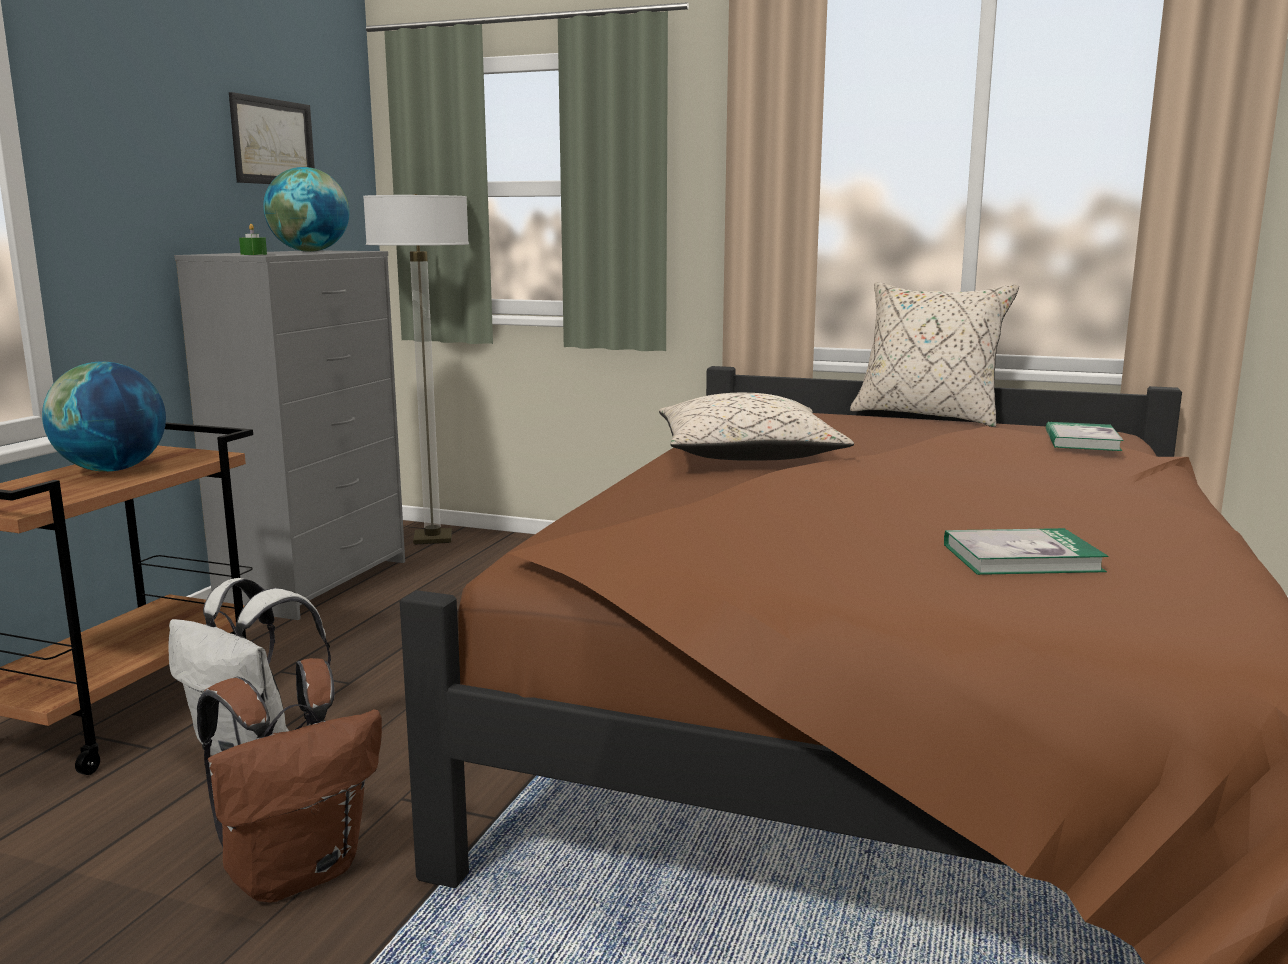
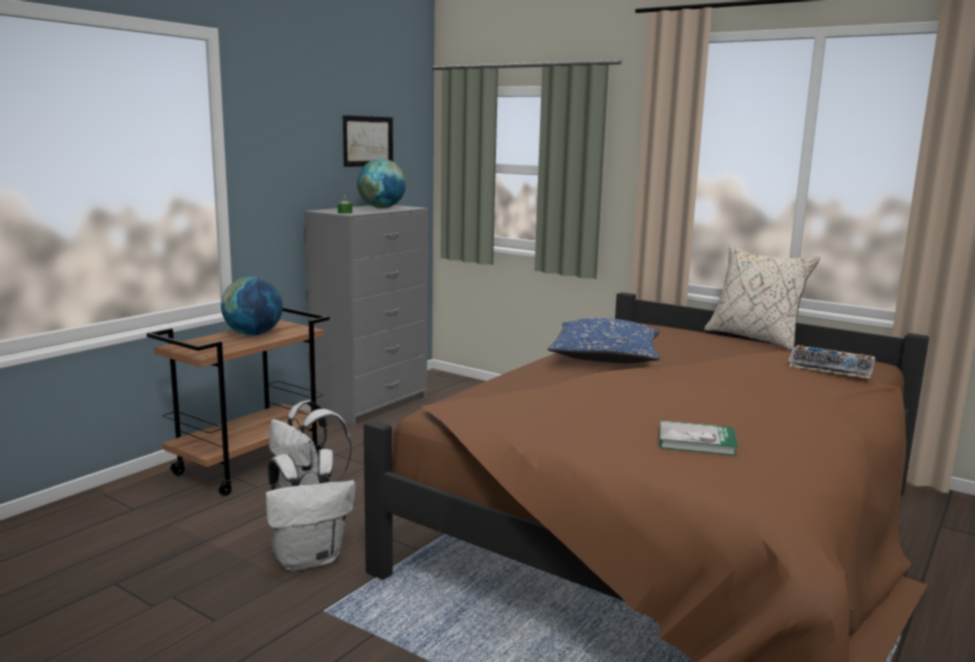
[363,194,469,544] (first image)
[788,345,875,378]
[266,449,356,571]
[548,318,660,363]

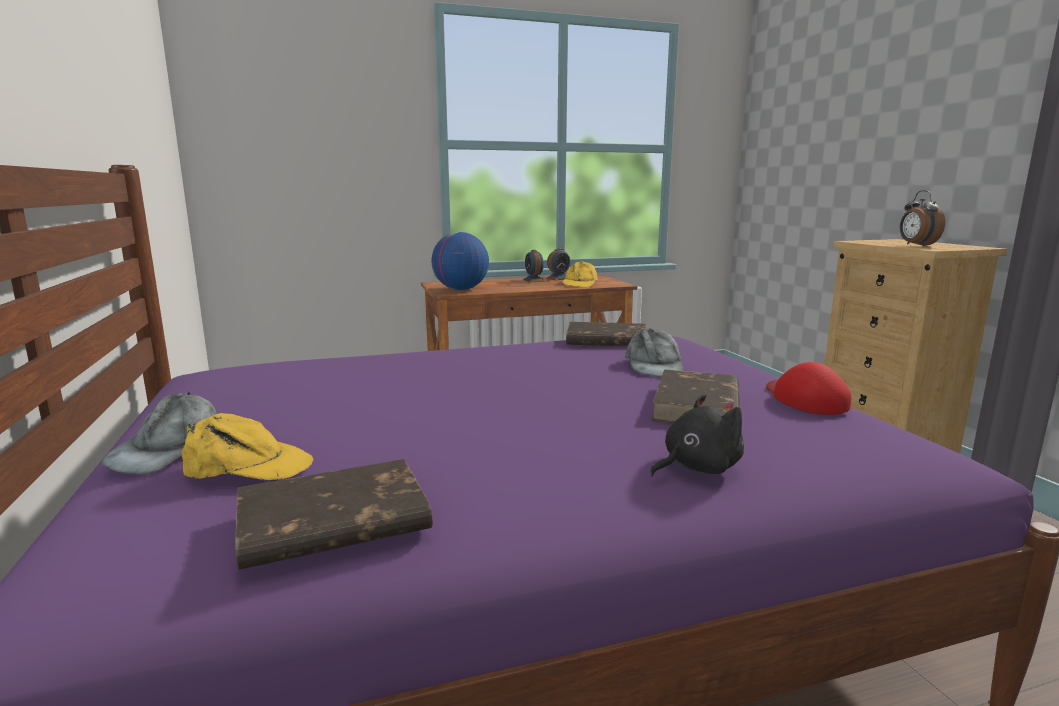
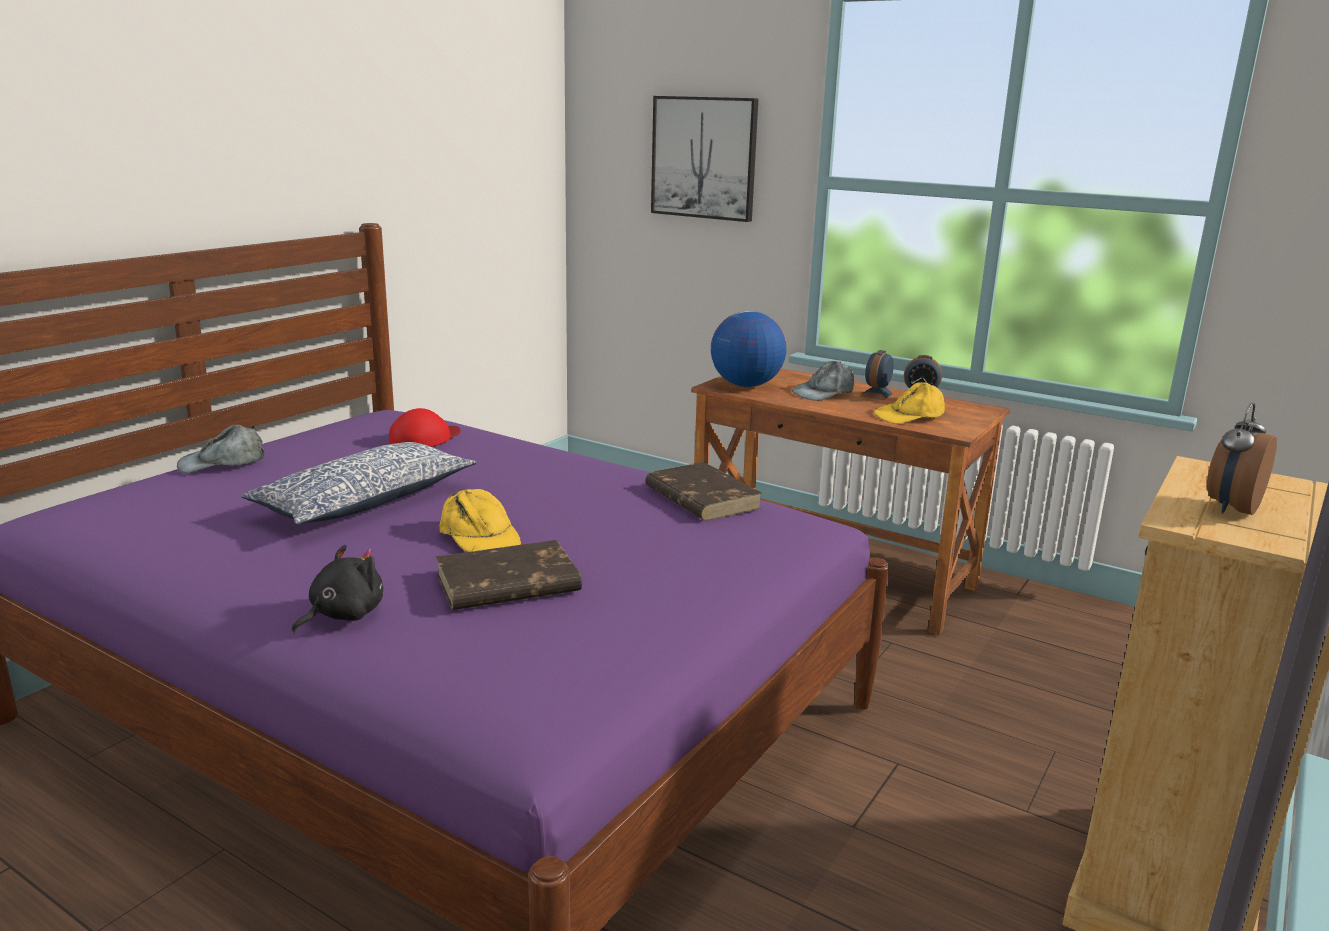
[235,459,433,570] (first image)
[241,442,476,525]
[651,96,759,222]
[439,489,521,552]
[792,361,854,401]
[389,408,461,447]
[291,545,383,634]

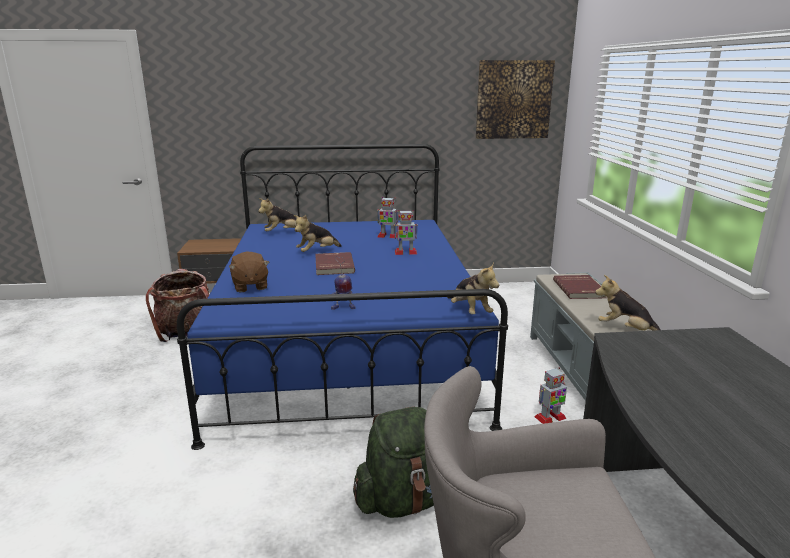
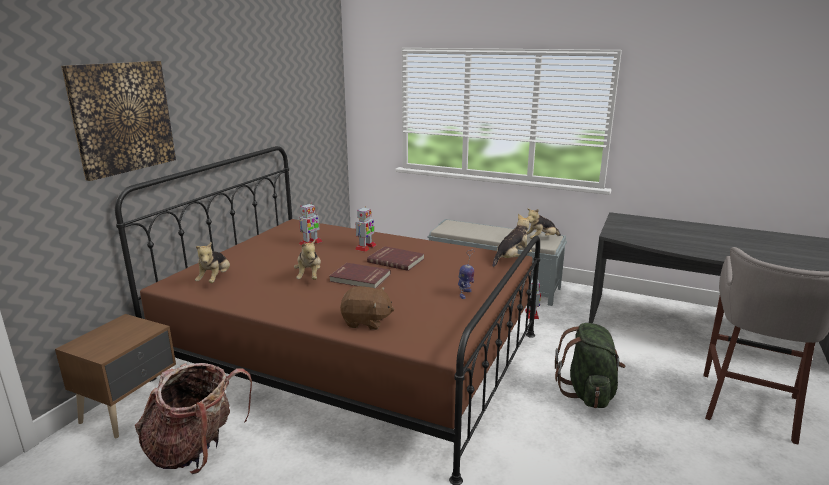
[61,61,176,181]
[367,246,424,271]
[115,146,540,485]
[492,214,532,267]

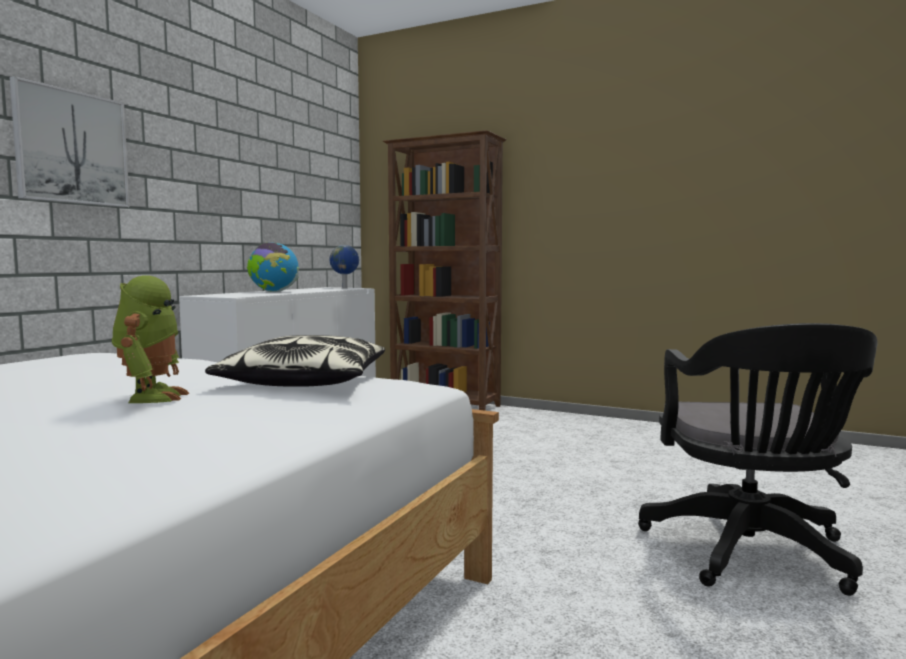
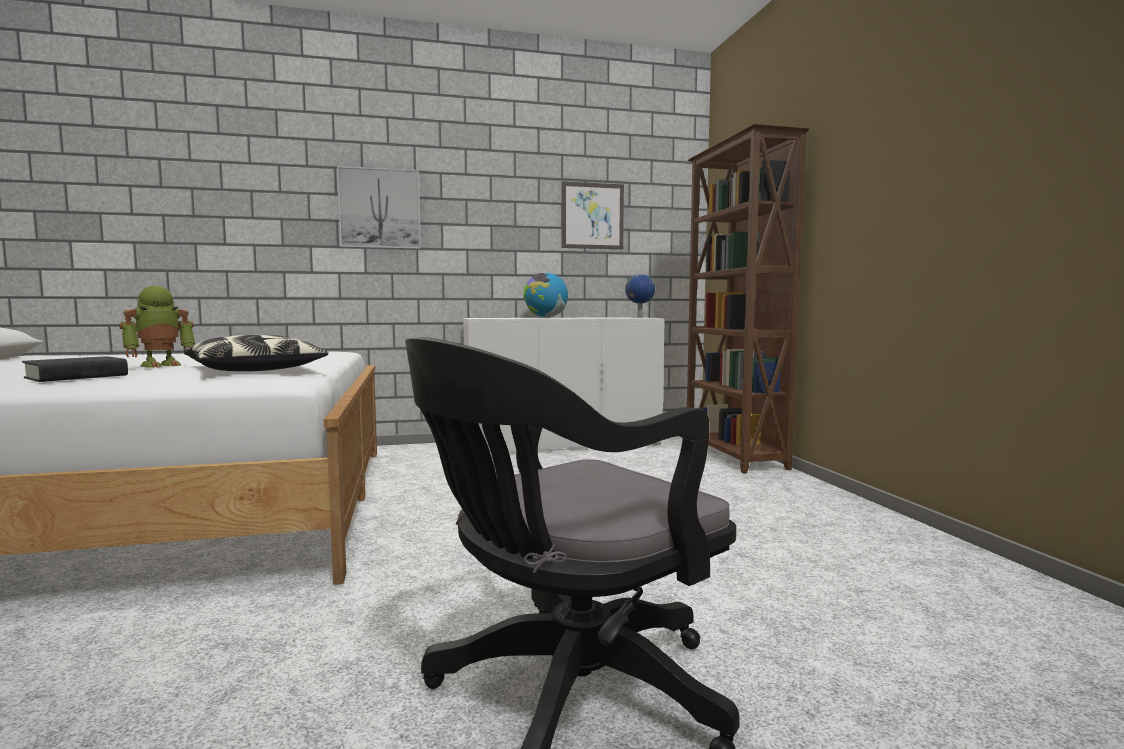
[22,356,128,382]
[562,181,624,249]

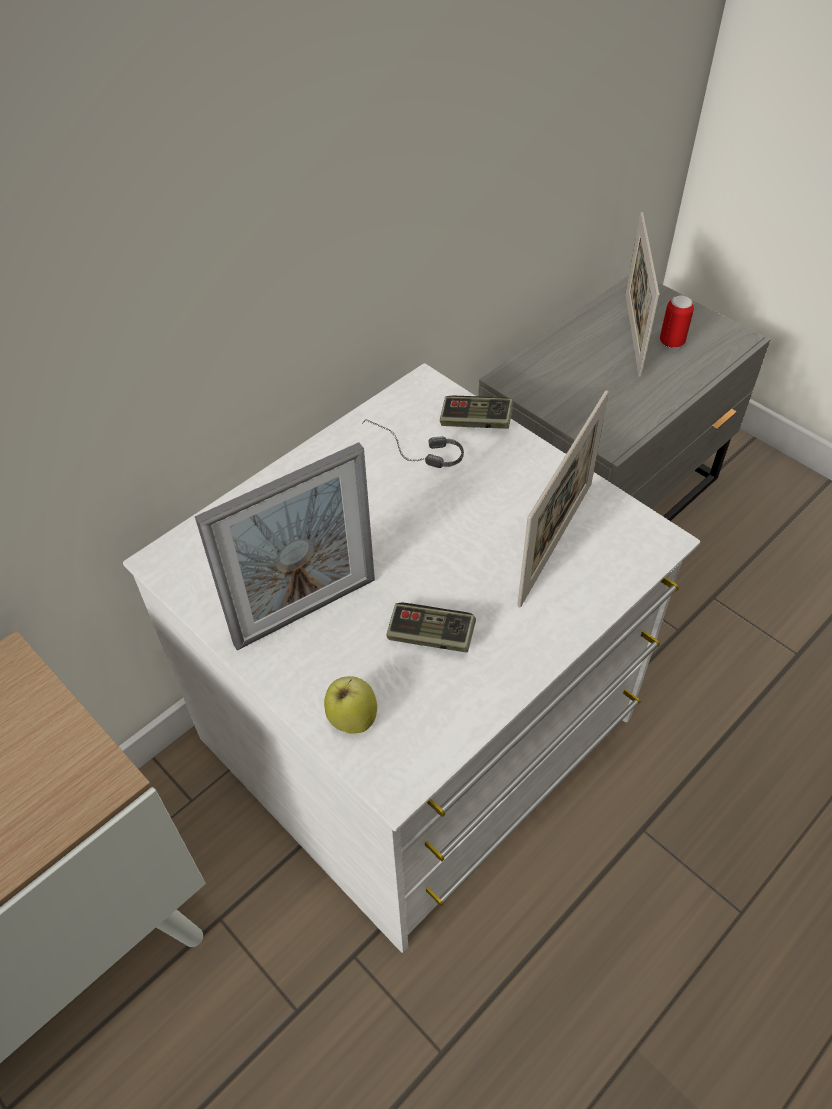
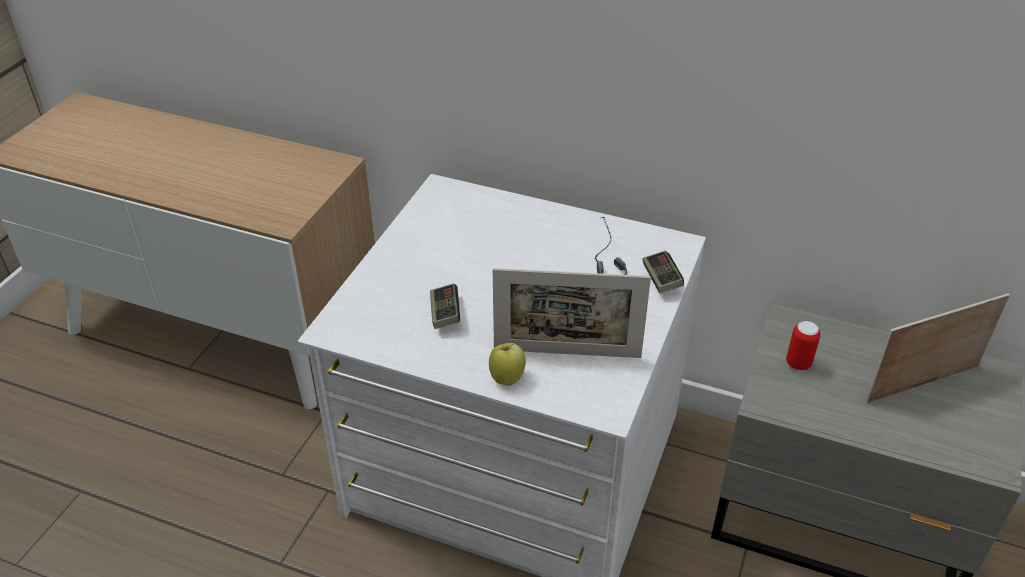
[195,442,375,651] (first image)
[489,343,526,386]
[786,321,821,370]

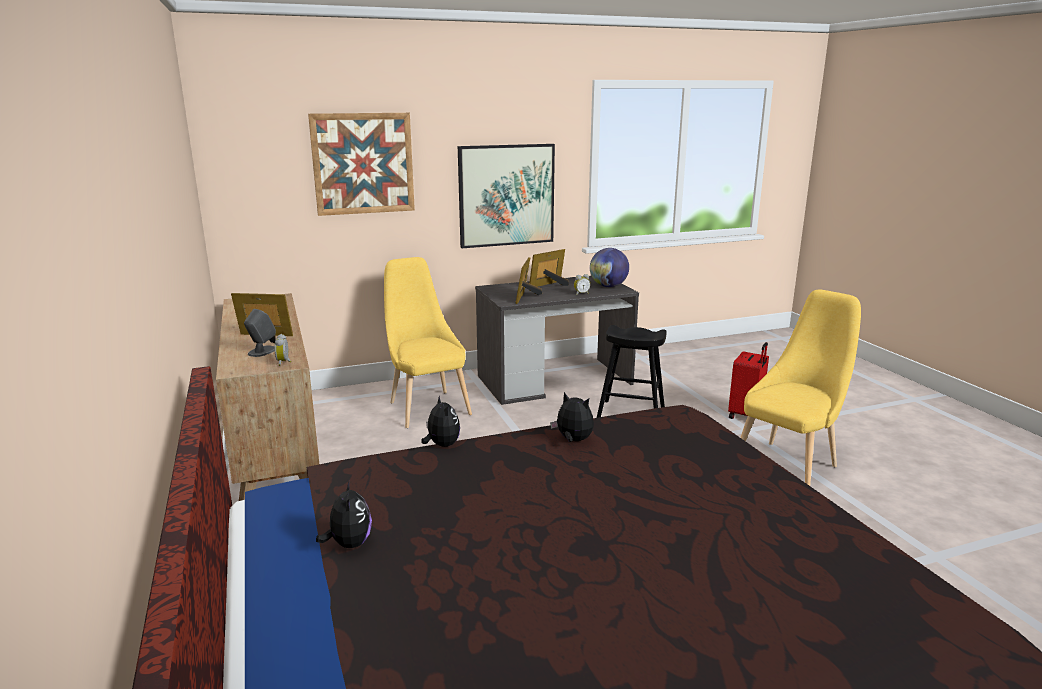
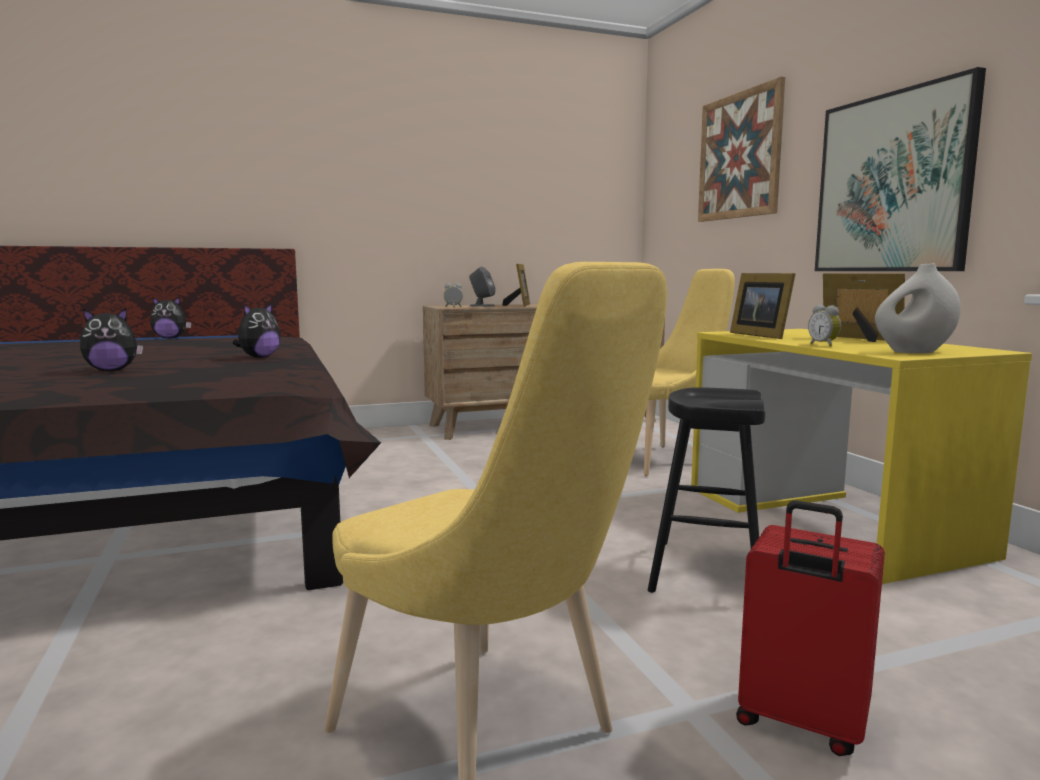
[80,308,143,371]
[875,263,960,353]
[691,329,1032,584]
[730,273,795,339]

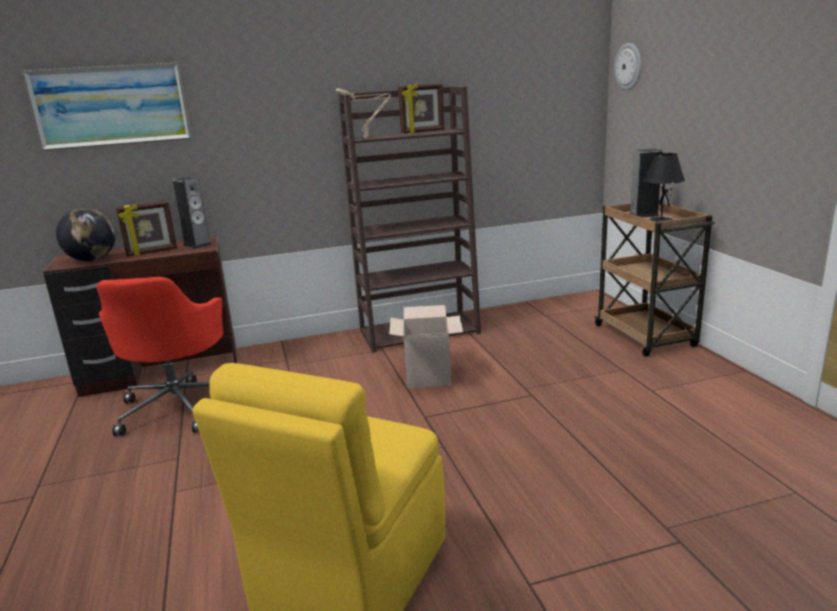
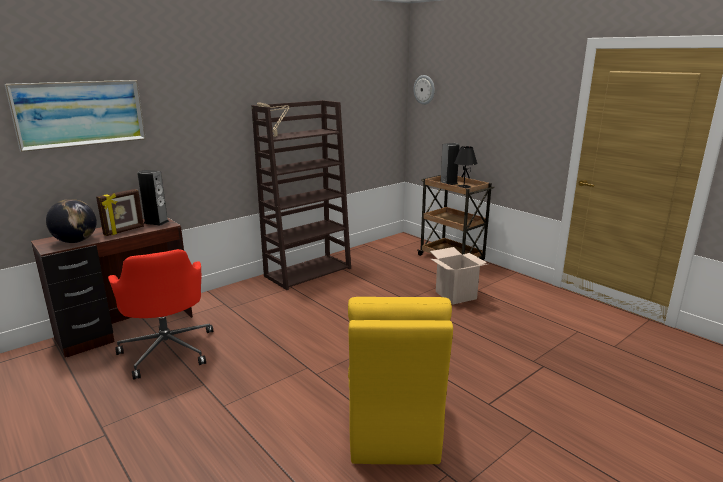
[398,83,444,134] (first image)
[430,247,487,305]

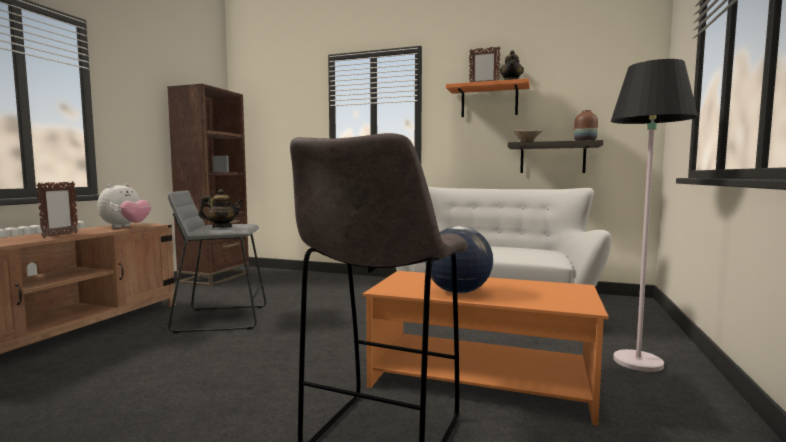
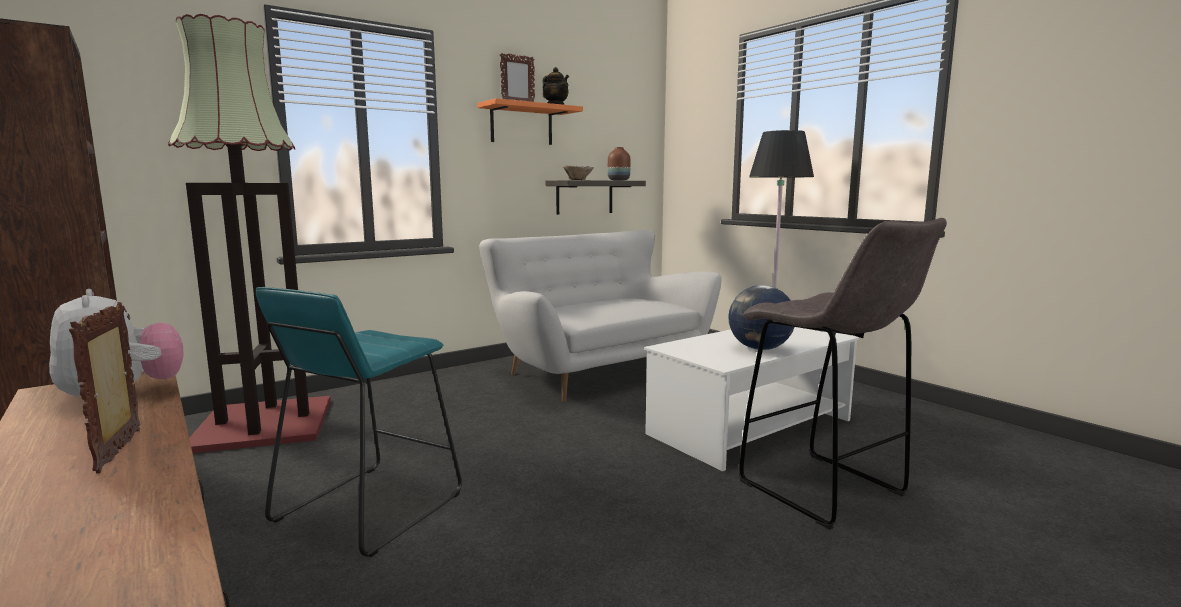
[198,189,243,228] (first image)
[168,14,331,453]
[256,287,462,557]
[644,327,859,471]
[69,302,140,474]

